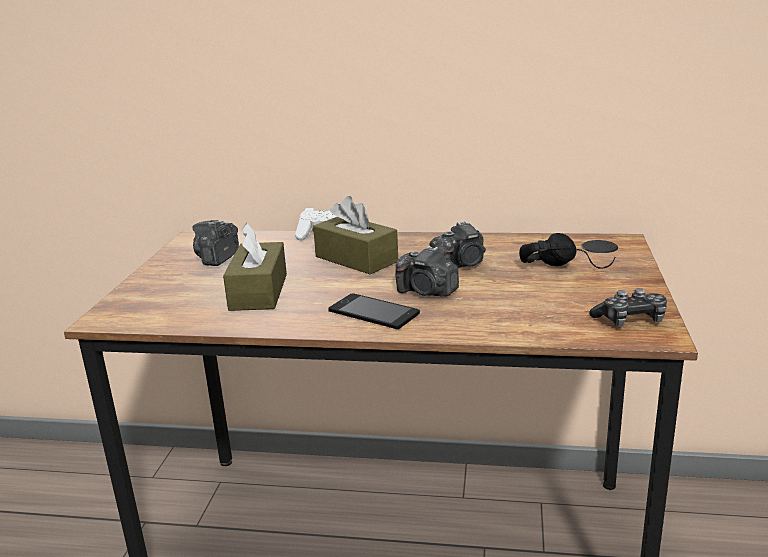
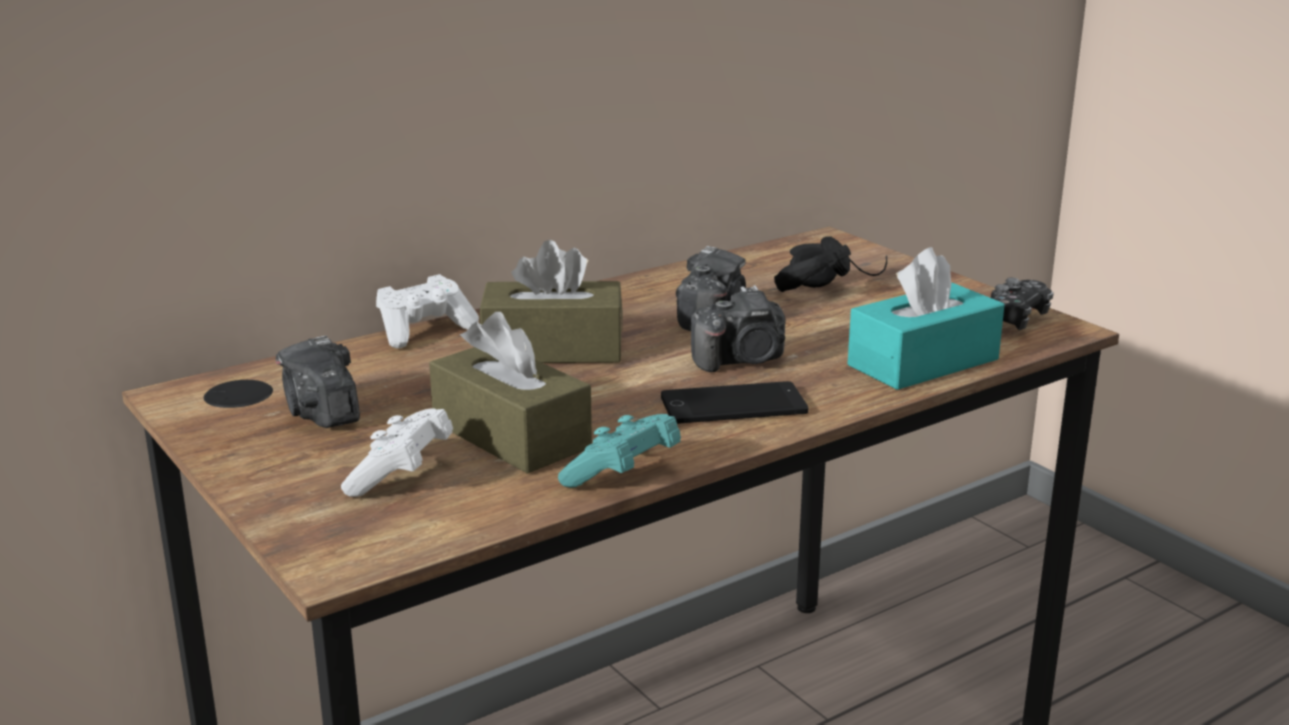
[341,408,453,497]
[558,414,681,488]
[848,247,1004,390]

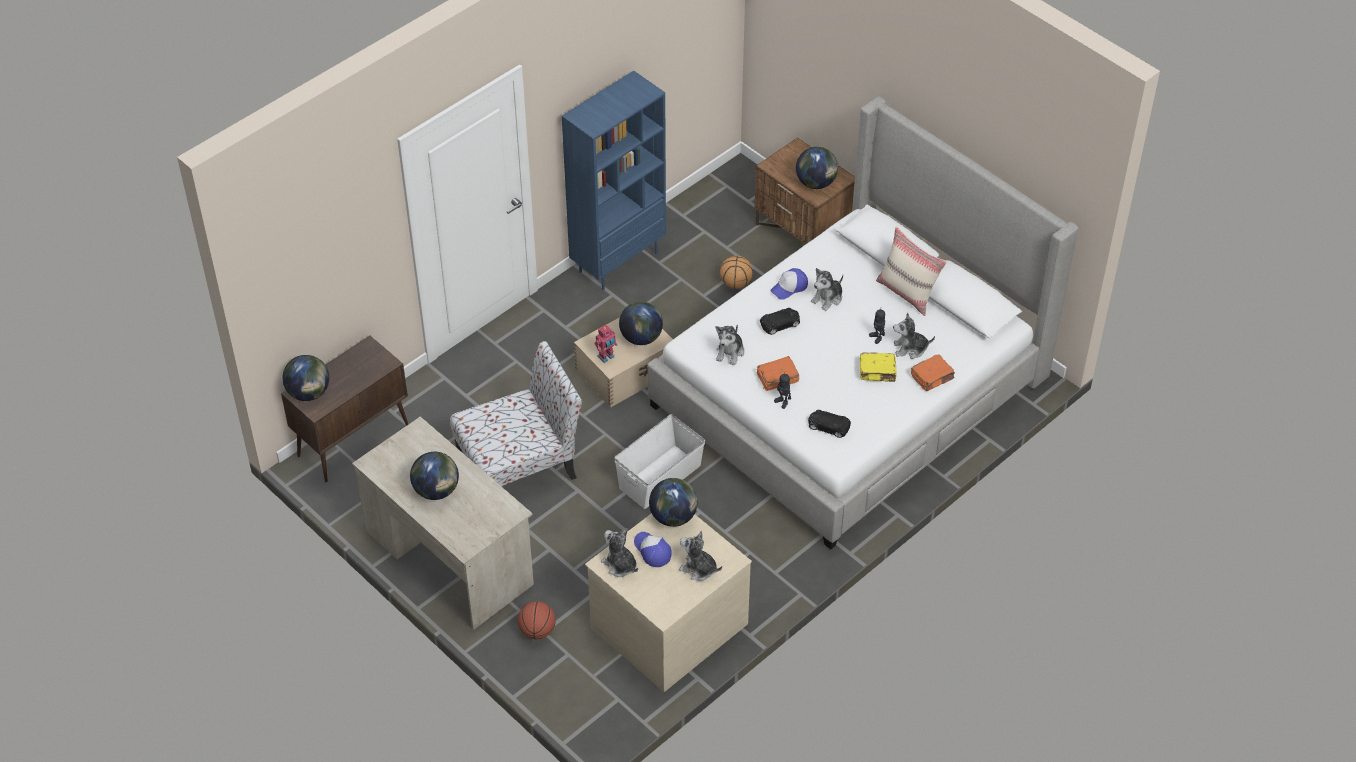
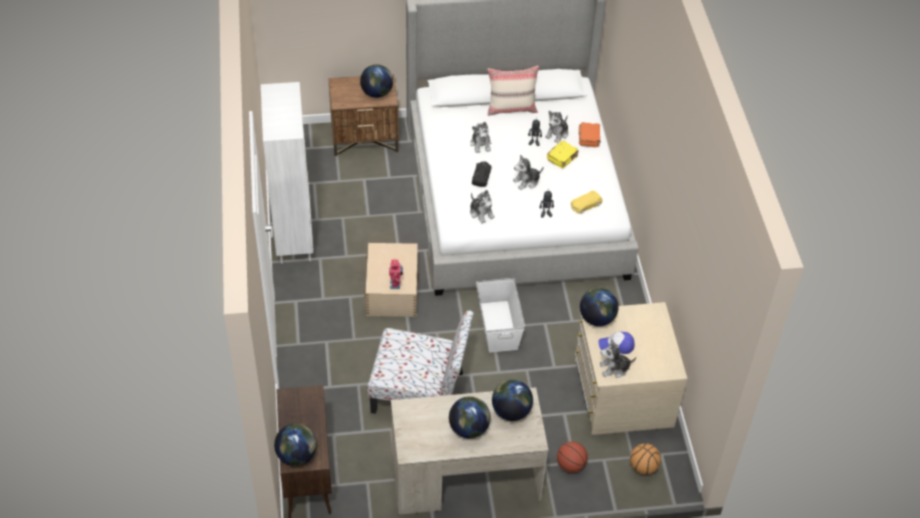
[756,356,799,391] (first image)
[770,268,808,300] (first image)
[492,379,533,421]
[513,154,544,190]
[630,443,661,474]
[261,82,313,263]
[571,190,603,214]
[367,310,474,414]

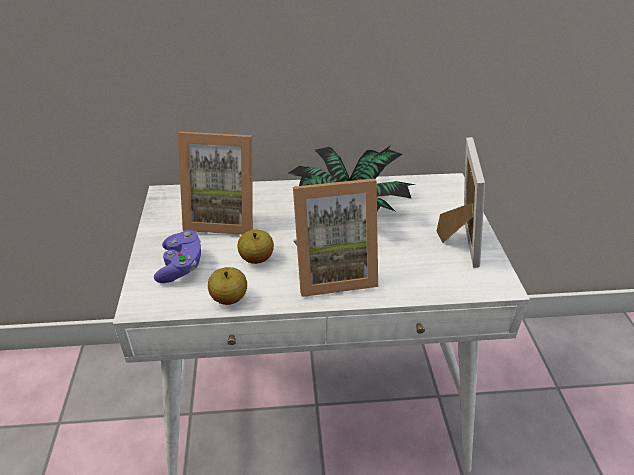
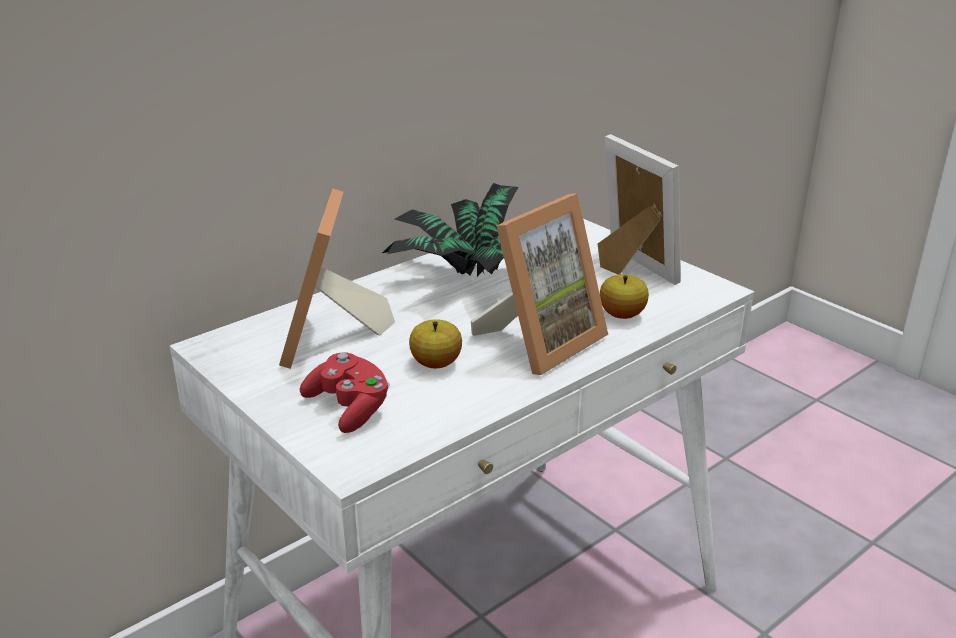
[600,274,649,319]
[300,352,390,433]
[279,188,395,369]

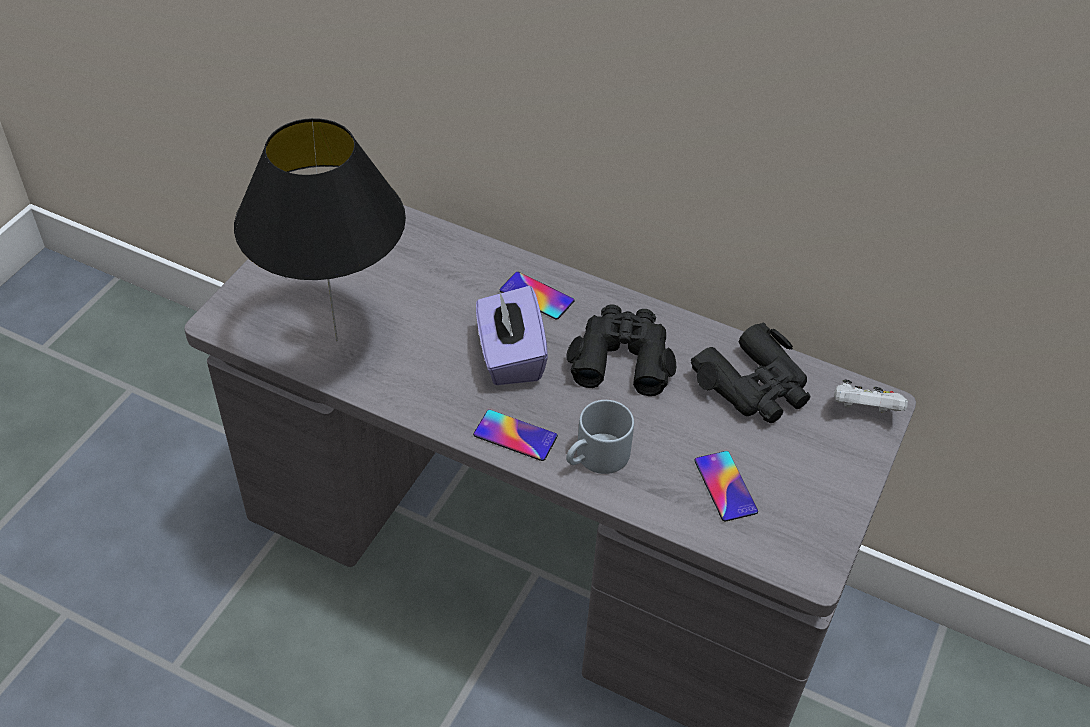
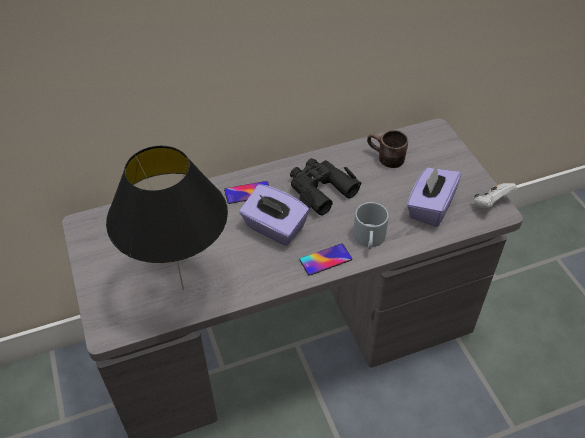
[473,183,517,209]
[367,130,408,168]
[407,165,461,227]

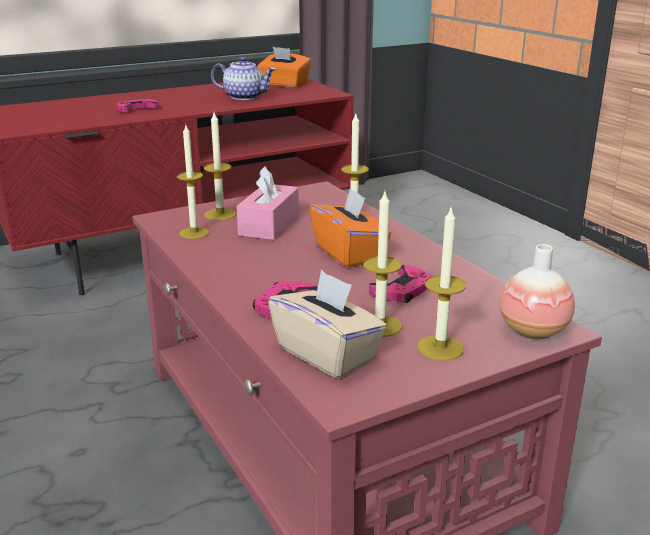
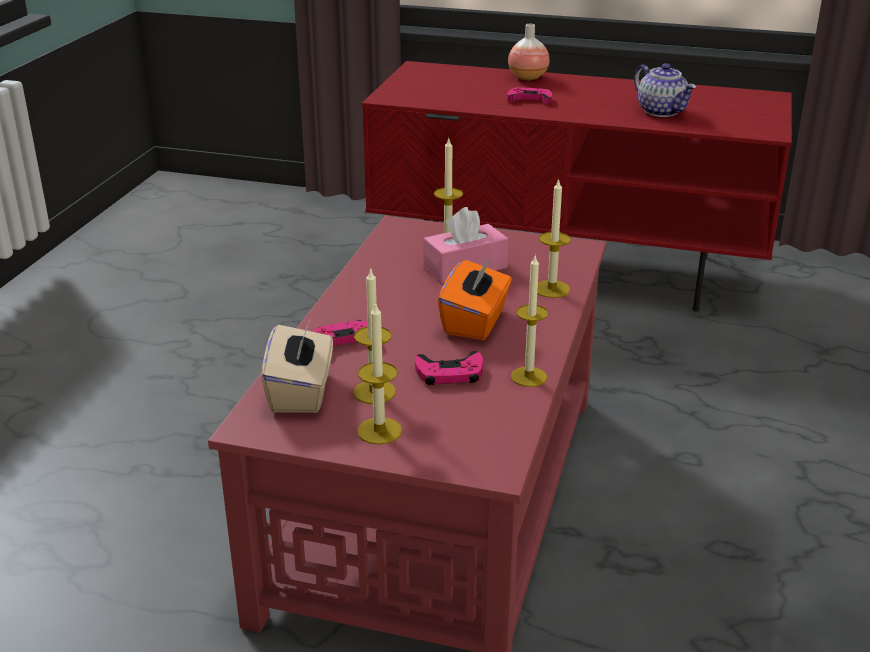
[257,46,311,87] (first image)
[511,254,548,387]
[508,24,549,80]

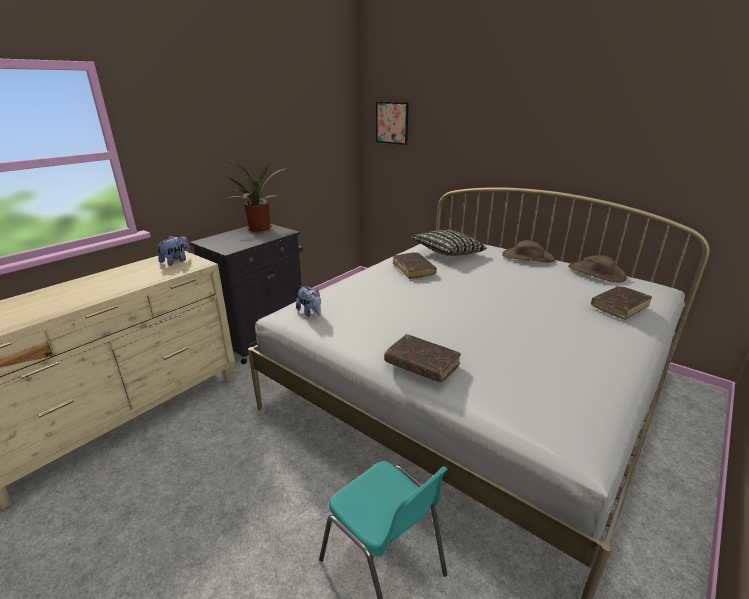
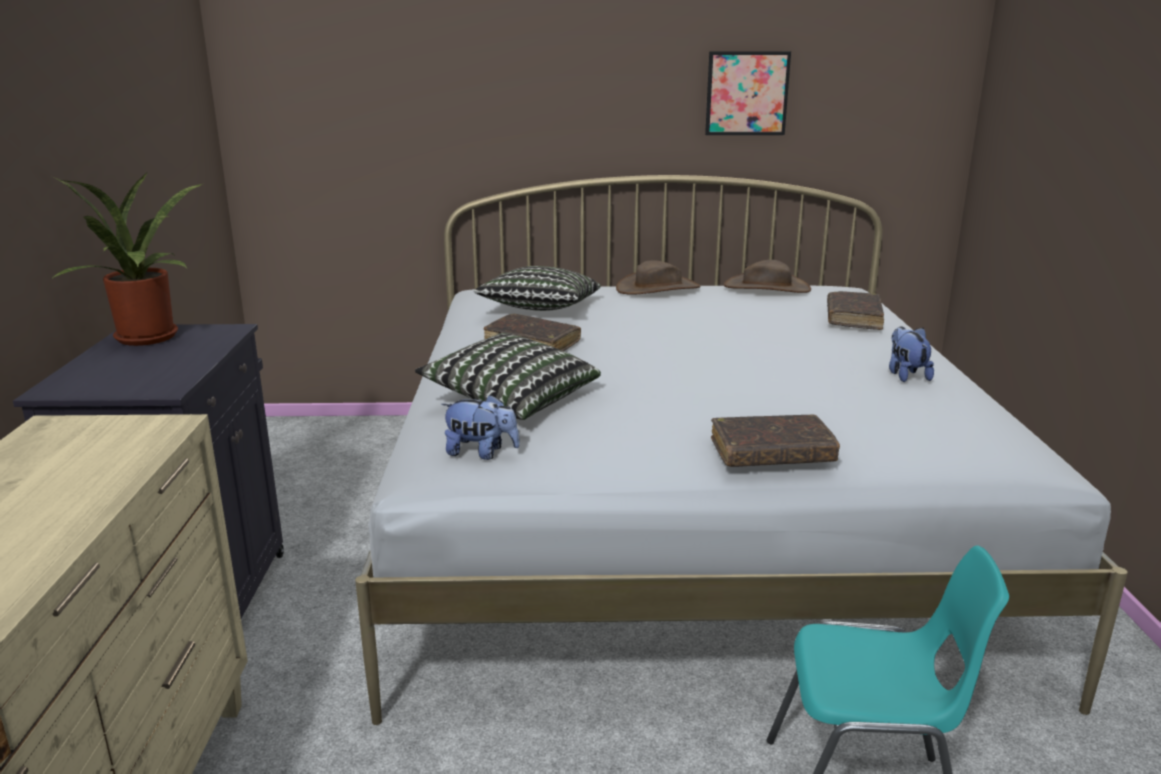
[415,333,601,420]
[889,326,934,382]
[705,51,791,135]

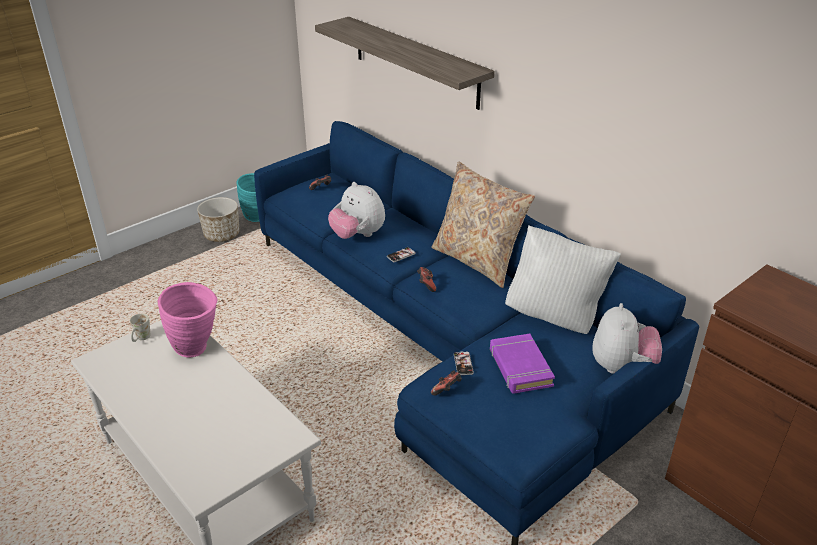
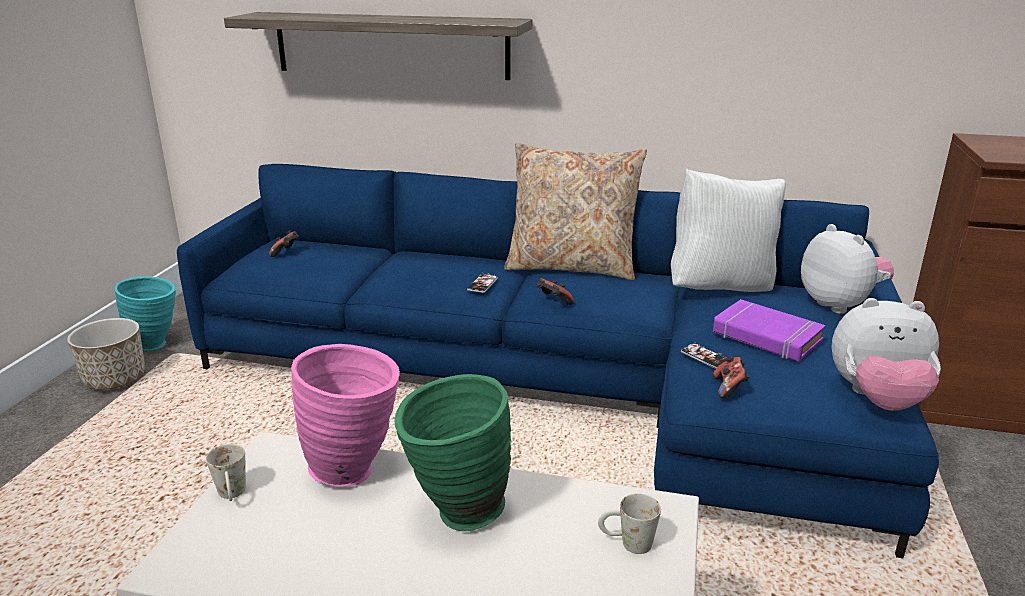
[395,374,511,531]
[598,493,661,554]
[831,298,941,411]

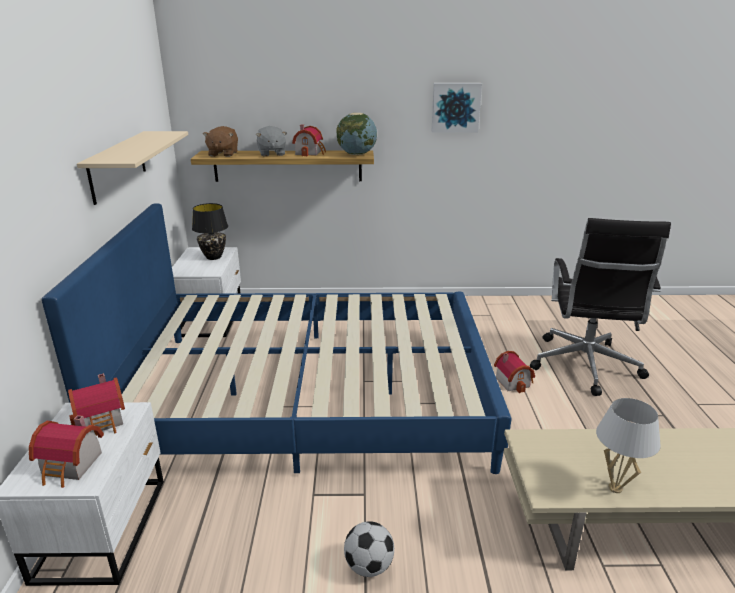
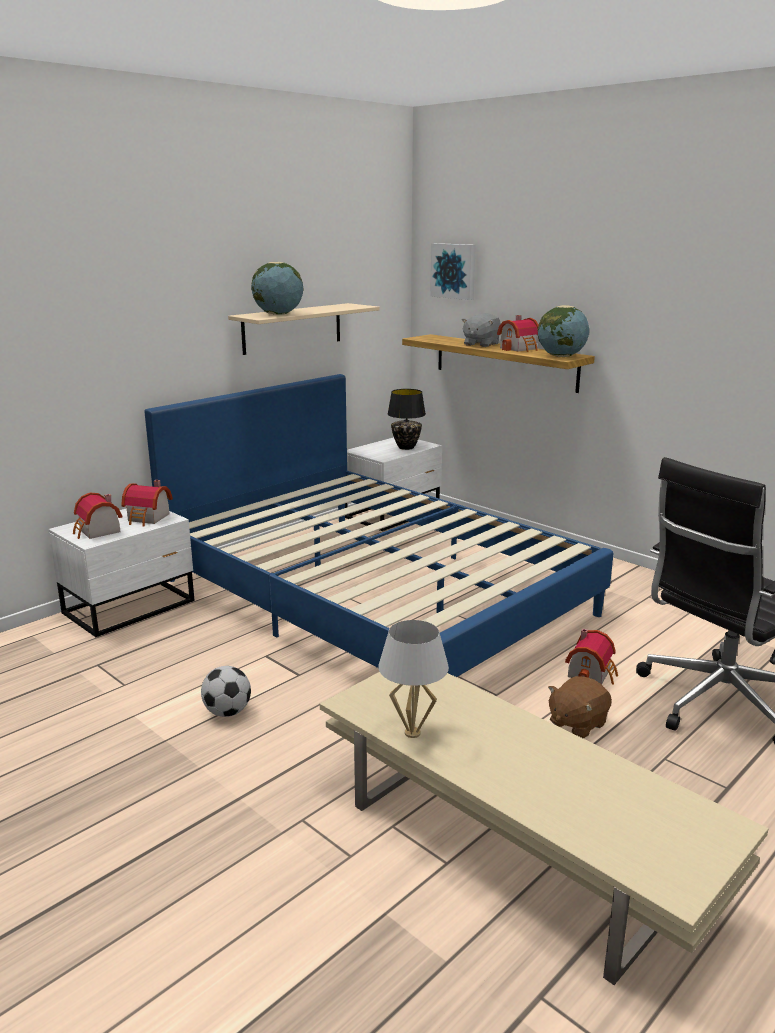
[251,262,304,315]
[548,676,612,739]
[430,243,476,300]

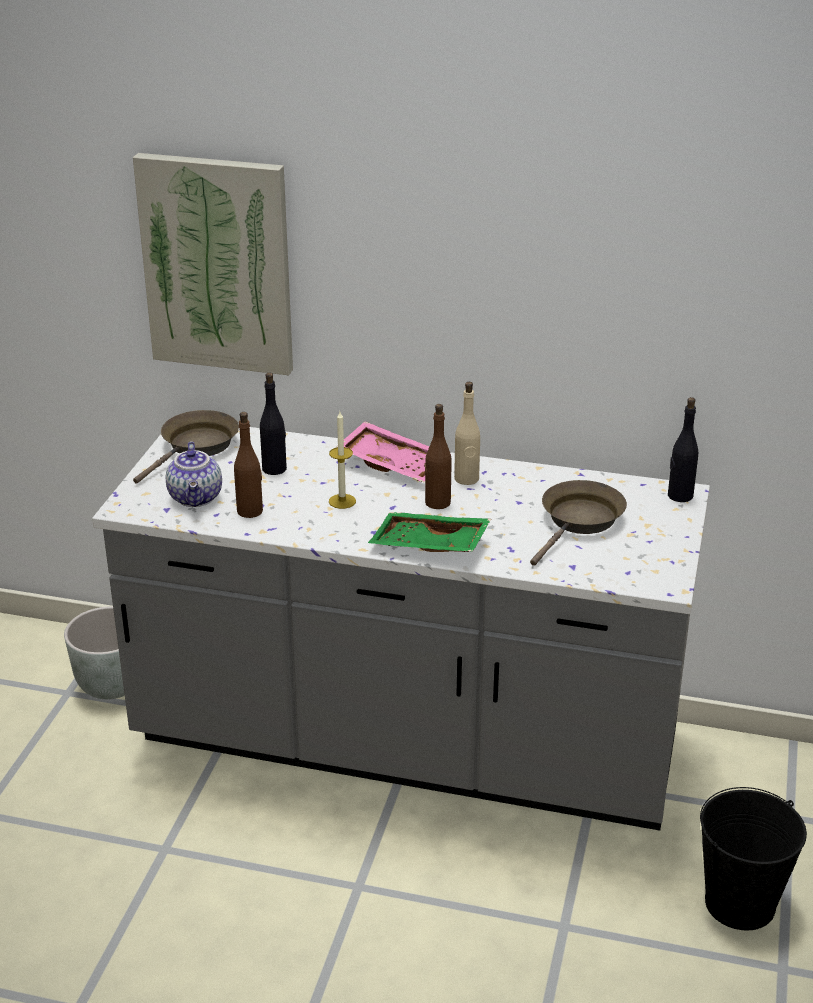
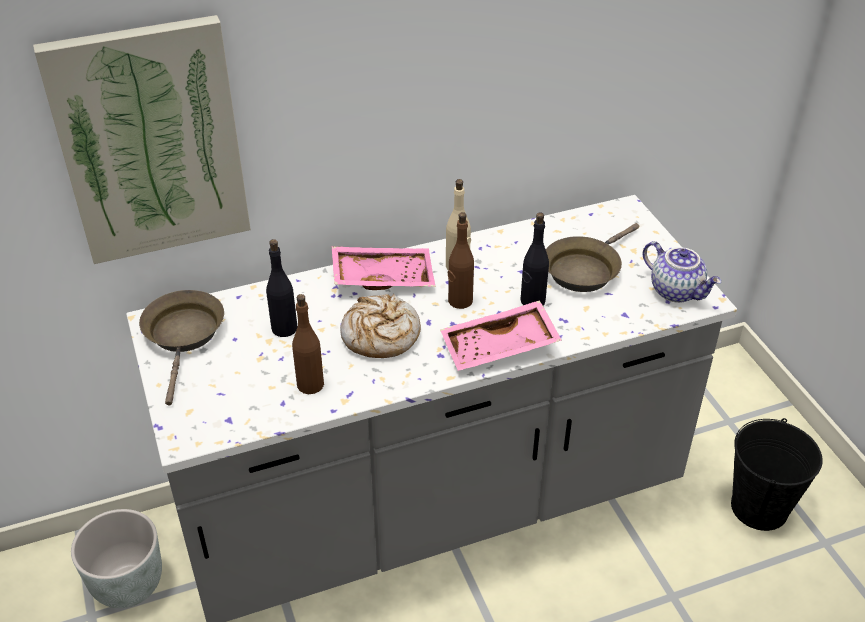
[643,241,721,303]
[521,212,549,305]
[340,294,421,358]
[440,300,562,371]
[546,223,639,292]

